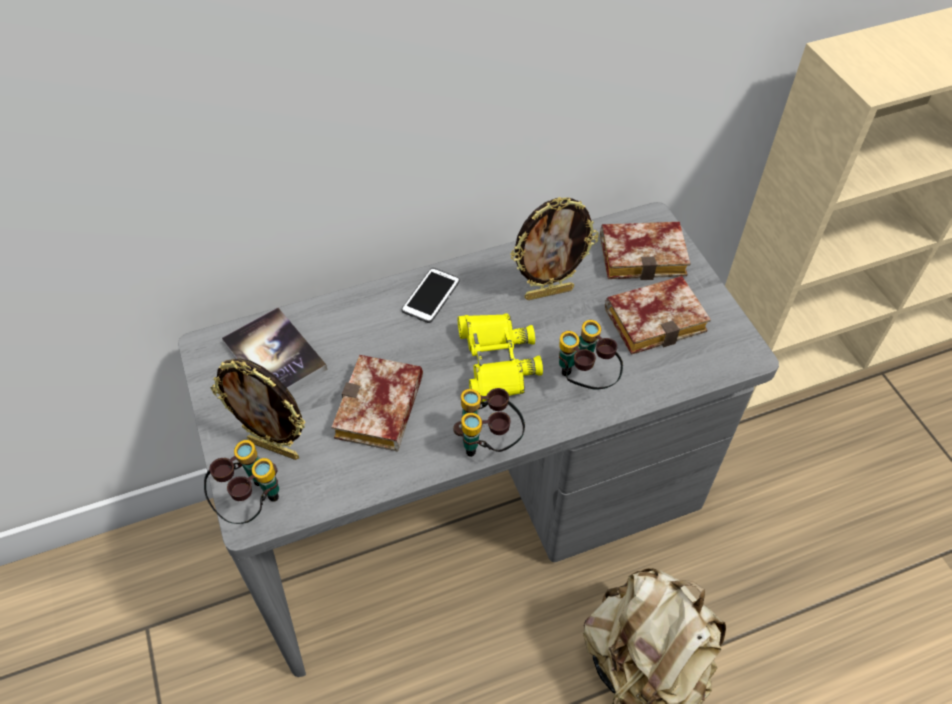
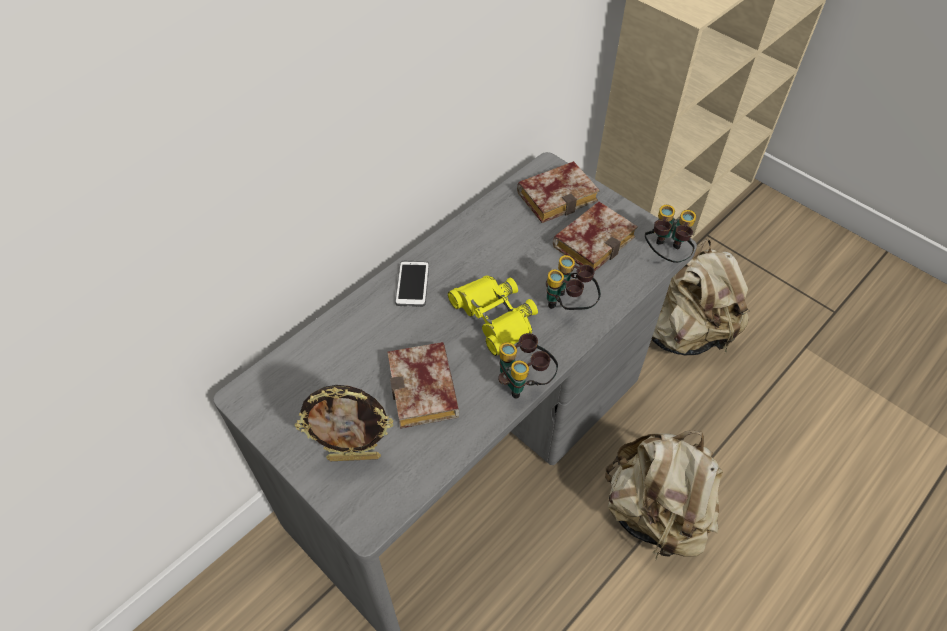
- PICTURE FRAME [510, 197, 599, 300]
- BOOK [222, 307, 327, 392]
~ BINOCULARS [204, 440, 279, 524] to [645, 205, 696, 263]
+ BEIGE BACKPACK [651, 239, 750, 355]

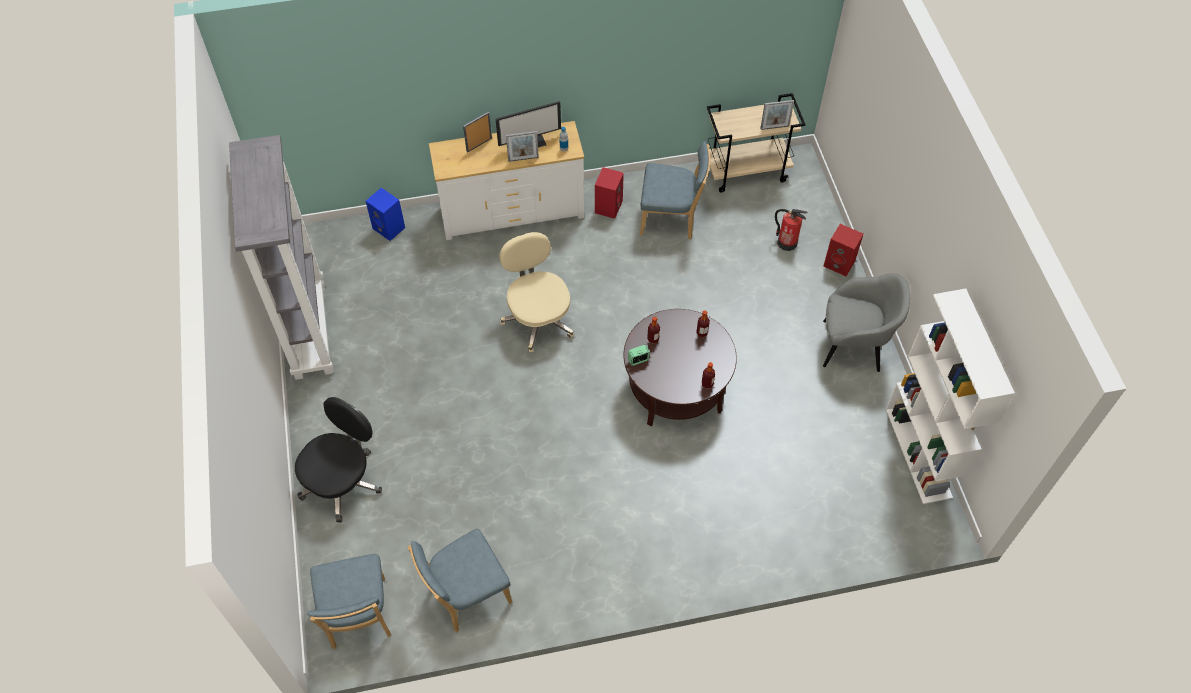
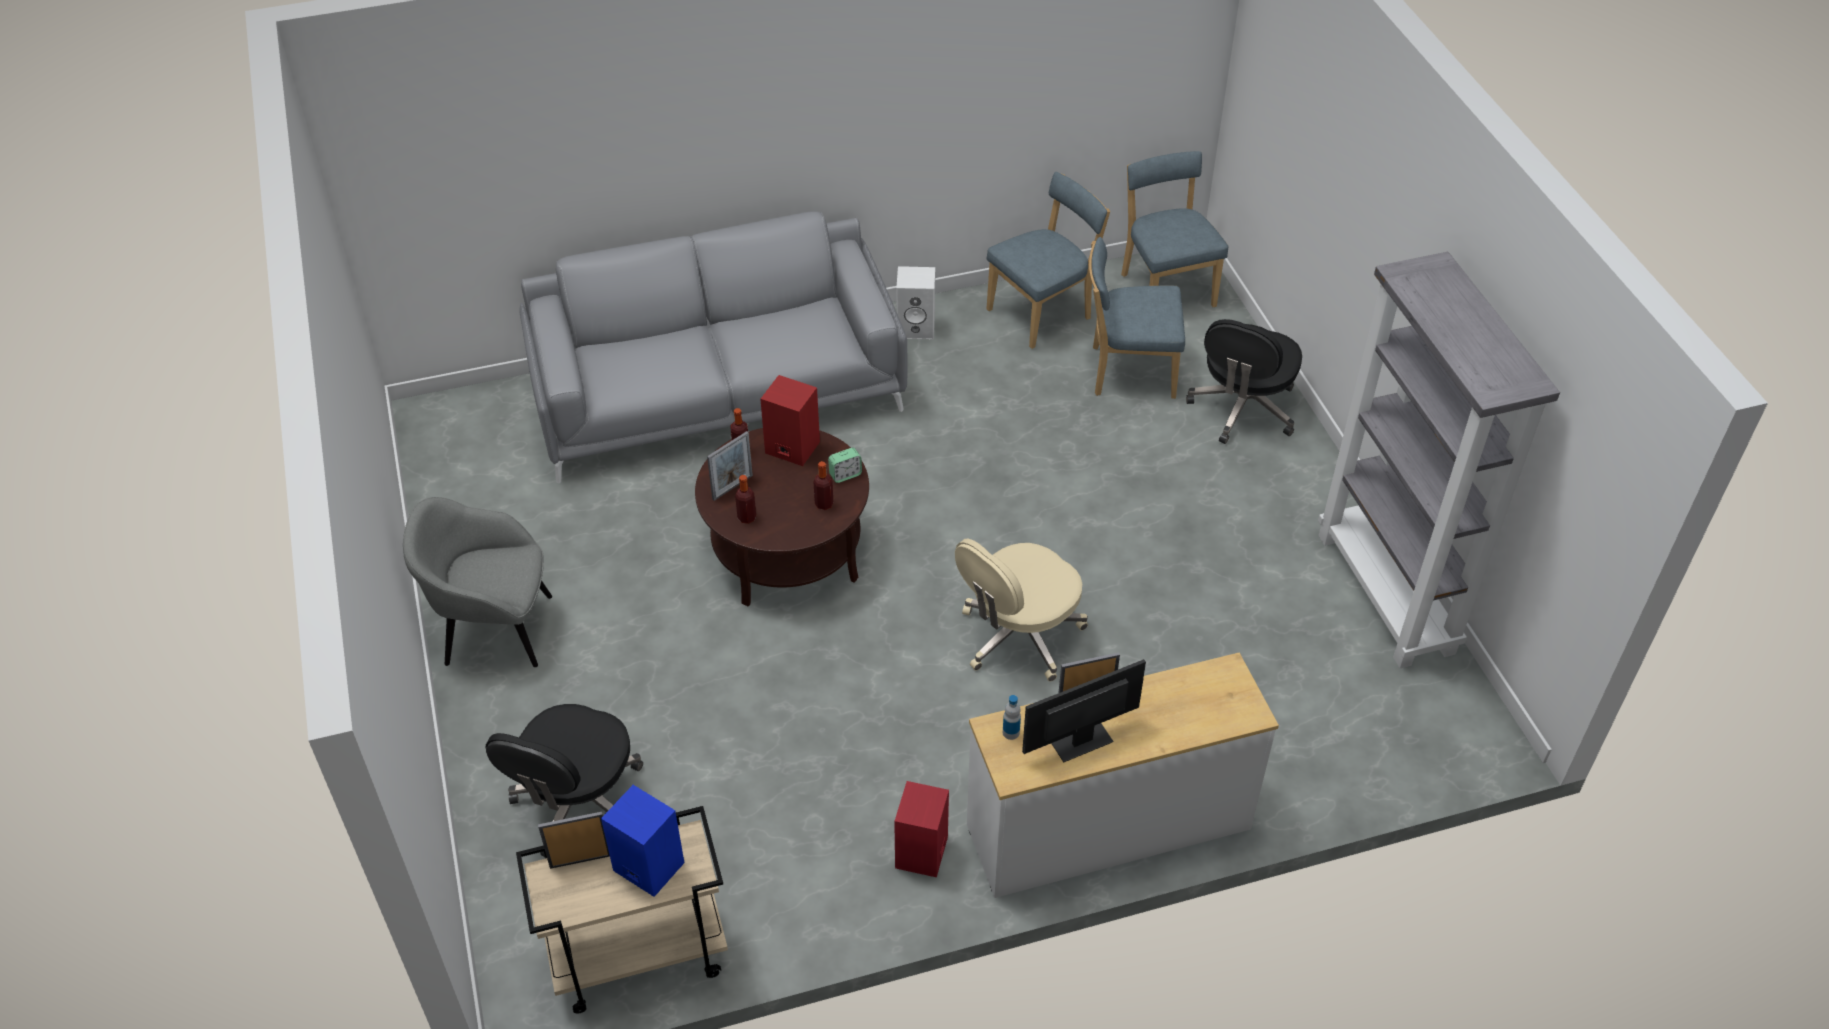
~ PICTURE FRAME [463, 112, 492, 153] to [707, 431, 753, 501]
~ BLUE CHAIR [640, 141, 710, 240] to [1089, 237, 1185, 399]
~ BLUE SPEAKER [366, 188, 405, 241] to [601, 785, 684, 897]
~ FIRE EXTINGUISHER [775, 209, 807, 251] to BLACK OFFICE CHAIR [485, 704, 643, 857]
~ RED SPEAKER [823, 224, 863, 276] to [760, 375, 820, 466]
~ BEIGE OFFICE CHAIR [500, 232, 574, 352] = [955, 538, 1088, 681] 75 degrees clockwise
- WHITE BOOKCASE [886, 289, 1015, 504]
+ GREY SOFA [520, 211, 907, 484]
+ WHITE SPEAKER [896, 266, 935, 339]

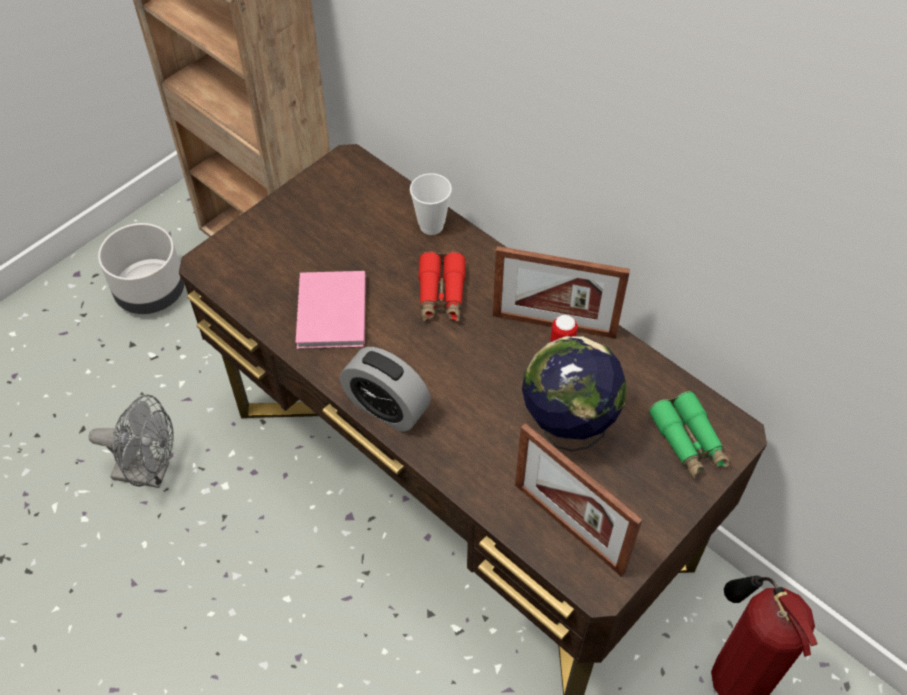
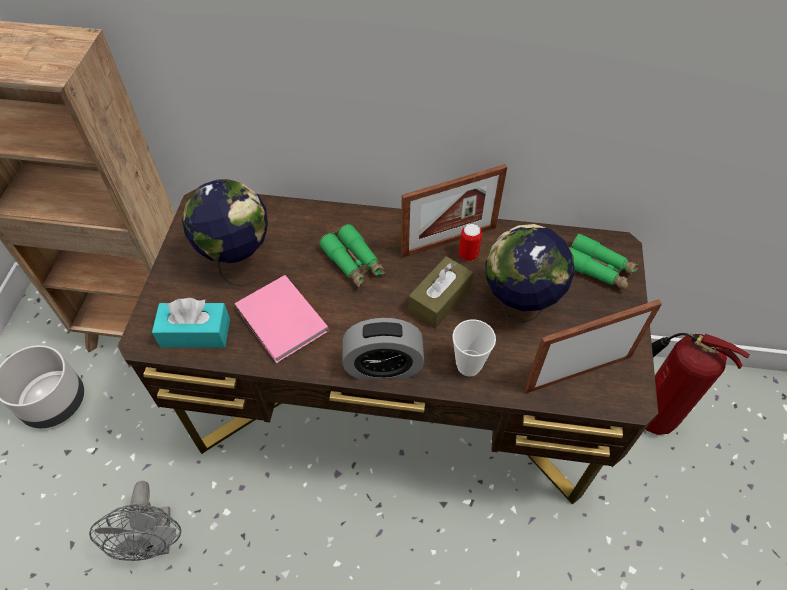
~ CUP [410, 173, 452, 235] to [452, 319, 496, 377]
~ RED BINOCULARS [418, 251, 466, 322] to GREEN BINOCULARS [319, 224, 385, 288]
~ GREY FAN [89, 395, 174, 488] = [89, 481, 181, 561] 105 degrees clockwise
~ PICTURE FRAME [515, 423, 642, 577] = [525, 299, 662, 393] 150 degrees clockwise
+ GLOBE [182, 179, 268, 287]
+ BROWN TISSUE BOX [408, 256, 473, 329]
+ TURQUOISE TISSUE BOX [152, 298, 230, 347]

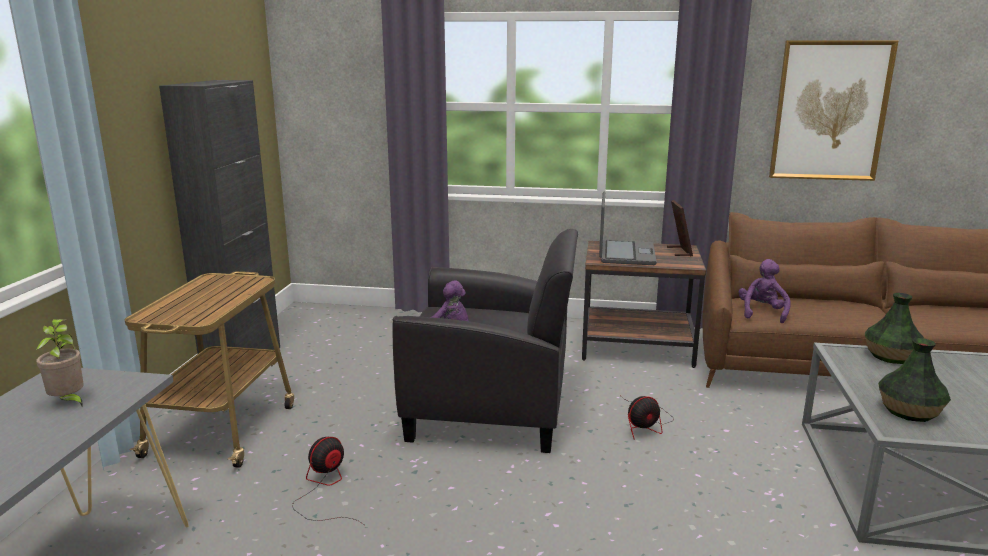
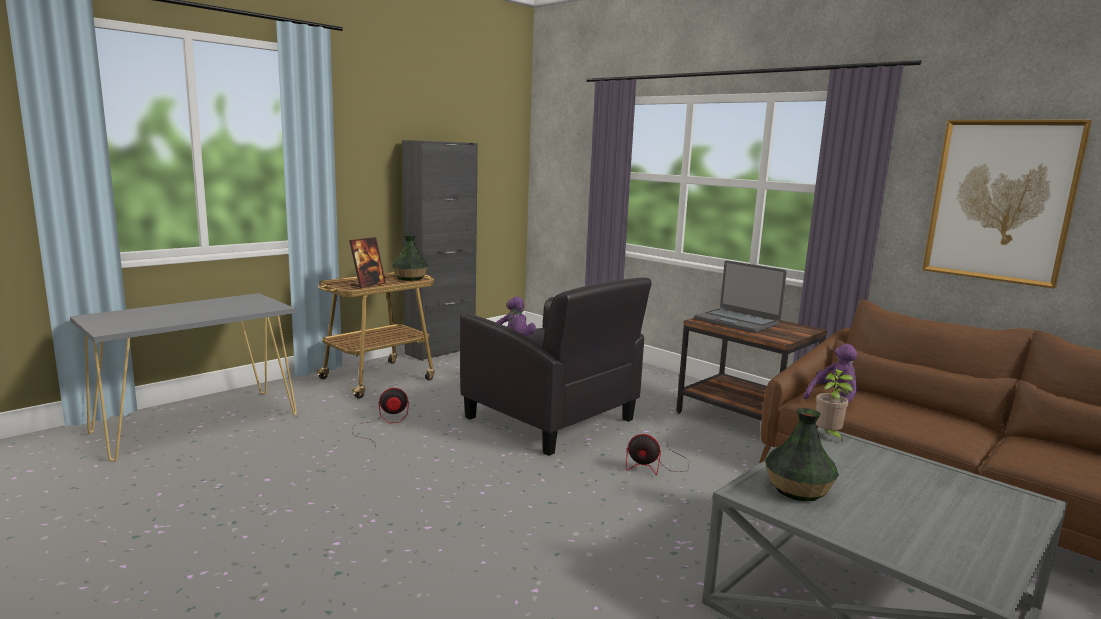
~ LAPTOP [599, 191, 657, 265] = [694, 261, 787, 333] 90 degrees clockwise
~ PICTURE FRAME [667, 200, 693, 257] to [349, 237, 386, 288]
~ VASE [865, 293, 924, 364] to [392, 235, 428, 281]
~ POTTED PLANT [36, 319, 84, 406] to [816, 369, 853, 443]

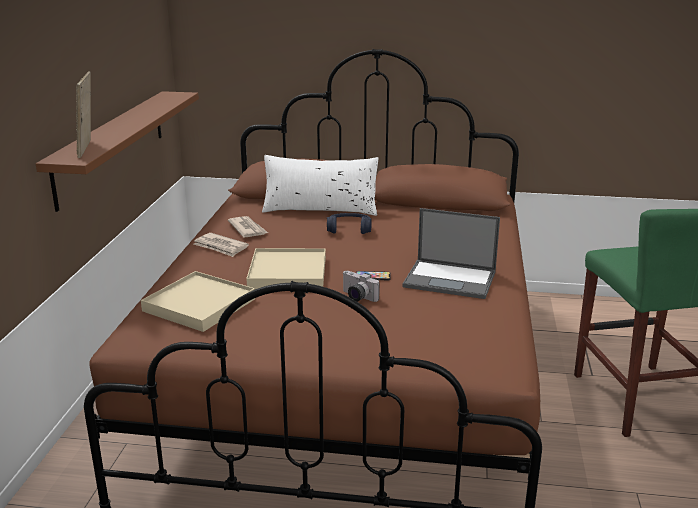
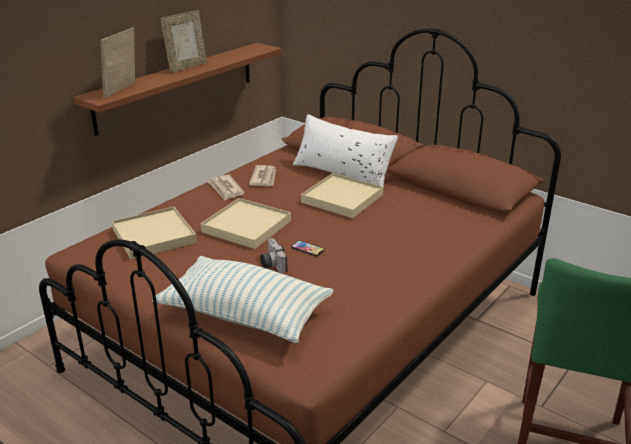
- LAPTOP [402, 208, 500, 299]
~ BLUE HEADPHONES [327, 213, 372, 234] to BEIGE TRAY [301, 173, 383, 218]
+ PICTURE FRAME [161, 10, 207, 73]
+ PILLOW [152, 256, 334, 343]

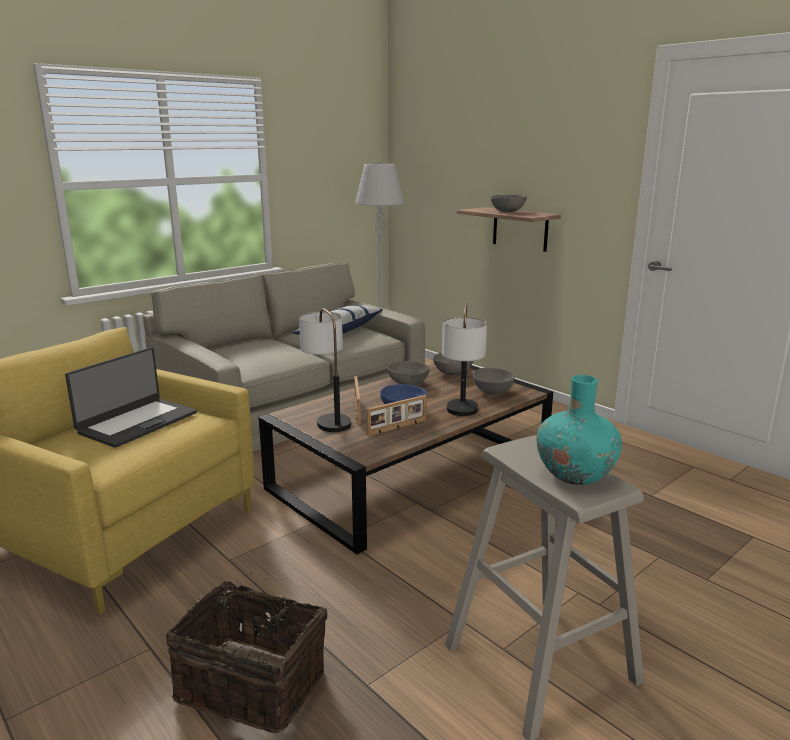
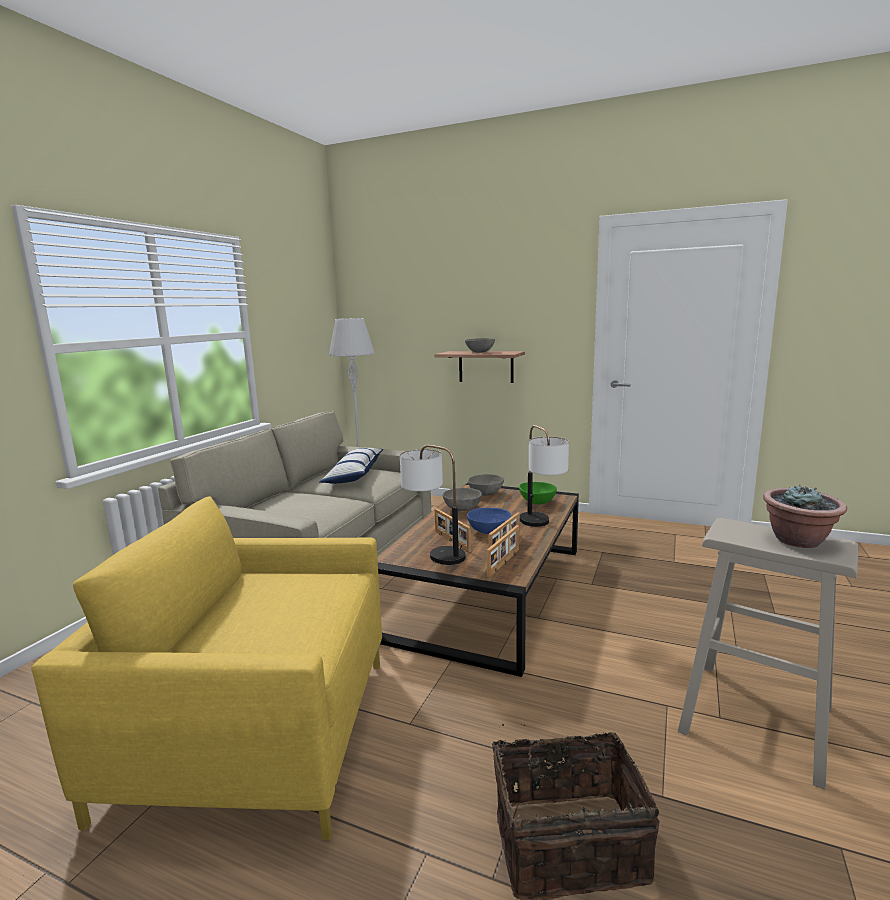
- LAPTOP [65, 347, 197, 448]
~ GREY BOWL [473, 368, 515, 394] to GREEN BOWL [519, 482, 557, 504]
~ TURQUOISE VASE [537, 375, 622, 485] to POTTED PLANT [763, 484, 847, 548]
+ PICTURE FRAME [487, 525, 519, 577]

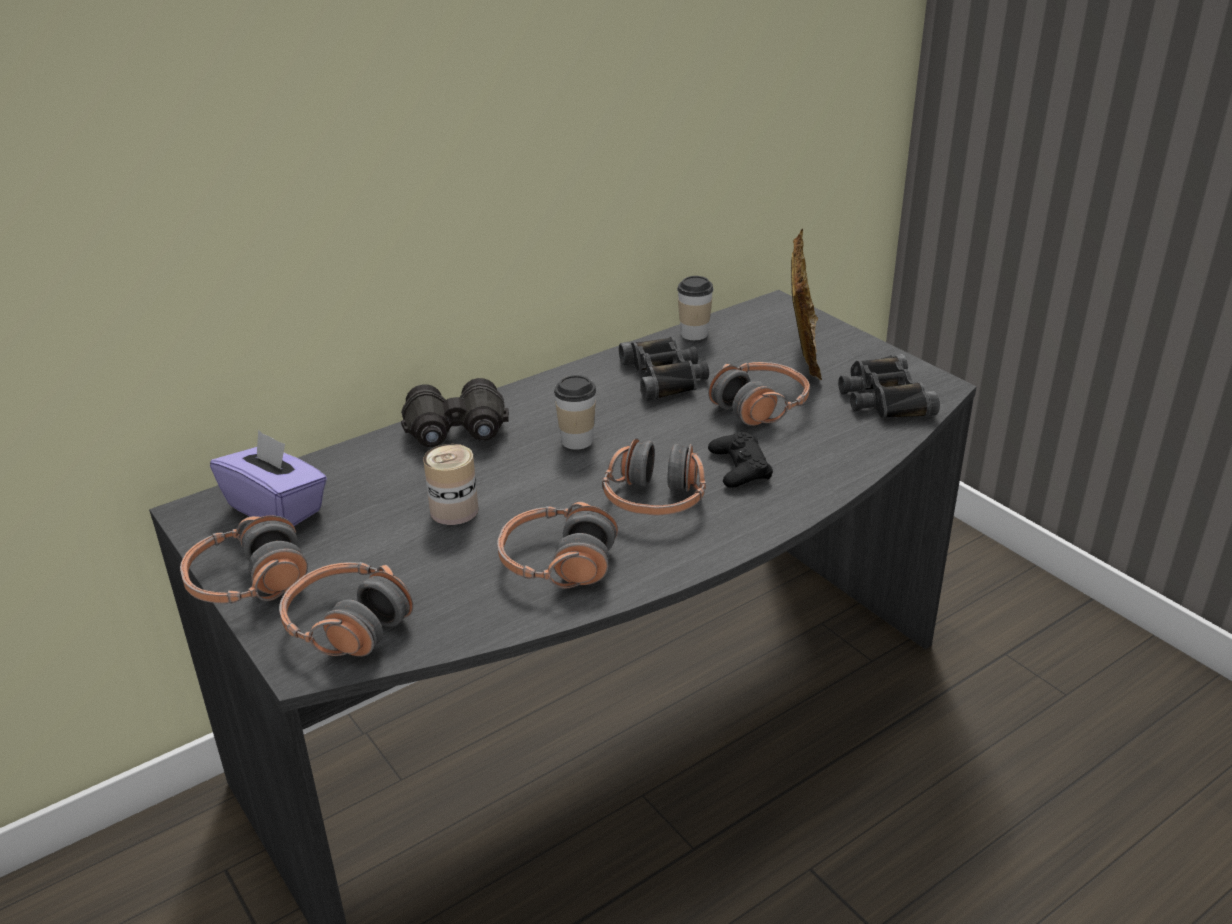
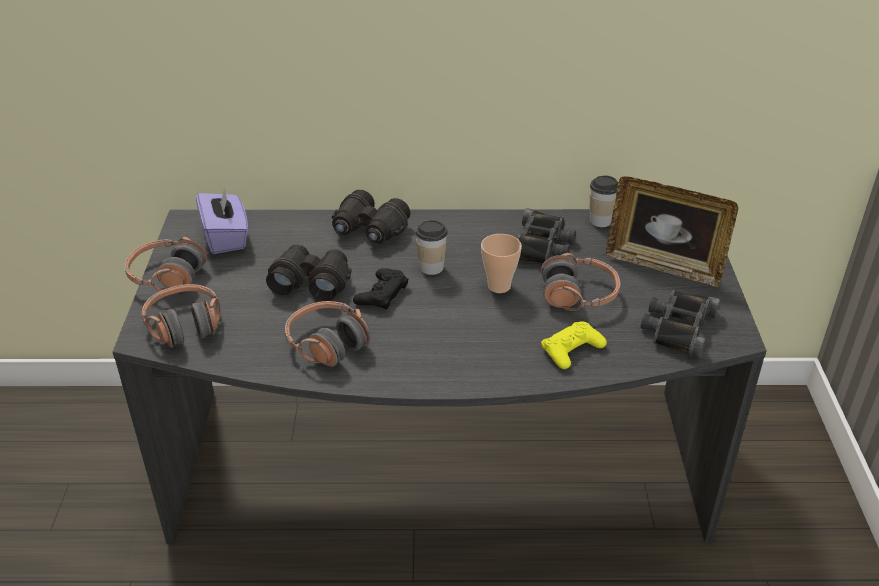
~ PICTURE FRAME [791, 229, 822, 380] = [606, 176, 738, 287] 75 degrees clockwise
~ BLACK GAME CONTROLLER [708, 432, 773, 488] to [353, 268, 409, 310]
- HEADPHONES [602, 438, 706, 515]
~ CAN [423, 444, 479, 525] to BLACK BINOCULARS [266, 245, 351, 301]
+ CUP [481, 234, 522, 293]
+ YELLOW GAME CONTROLLER [541, 322, 607, 369]

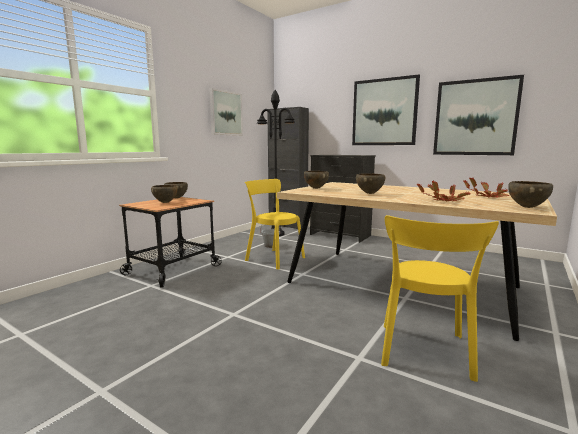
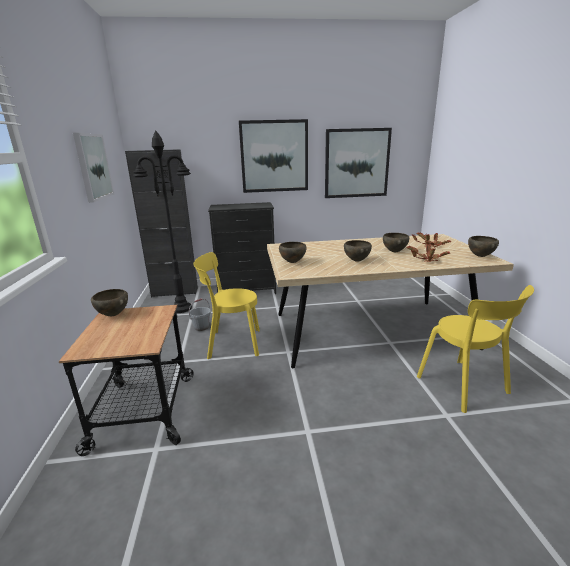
~ BROWN BOWL [151, 185, 178, 203] to [383, 233, 409, 252]

